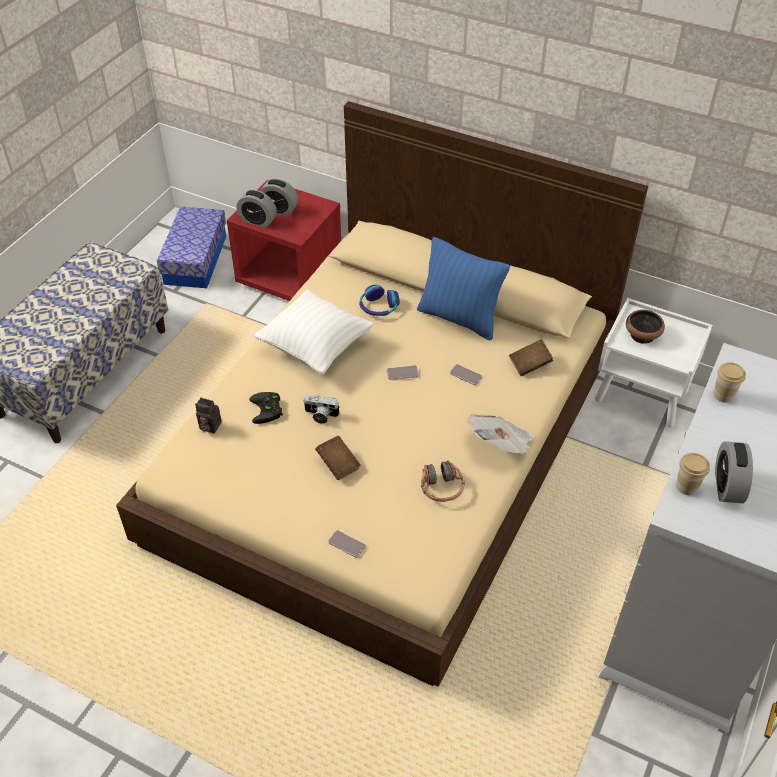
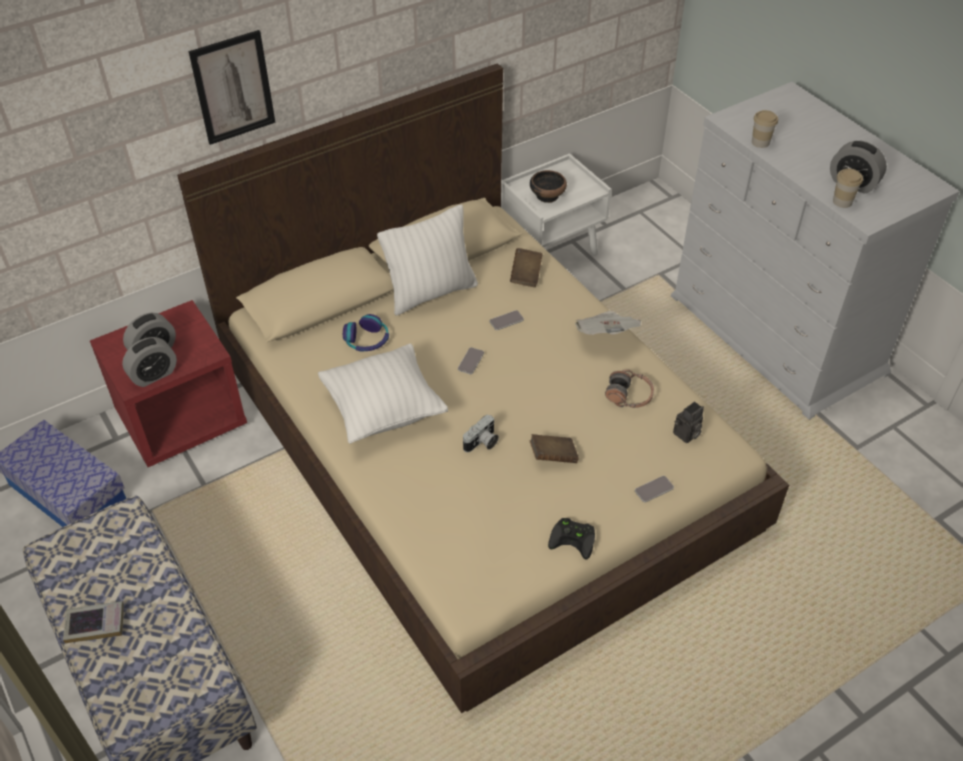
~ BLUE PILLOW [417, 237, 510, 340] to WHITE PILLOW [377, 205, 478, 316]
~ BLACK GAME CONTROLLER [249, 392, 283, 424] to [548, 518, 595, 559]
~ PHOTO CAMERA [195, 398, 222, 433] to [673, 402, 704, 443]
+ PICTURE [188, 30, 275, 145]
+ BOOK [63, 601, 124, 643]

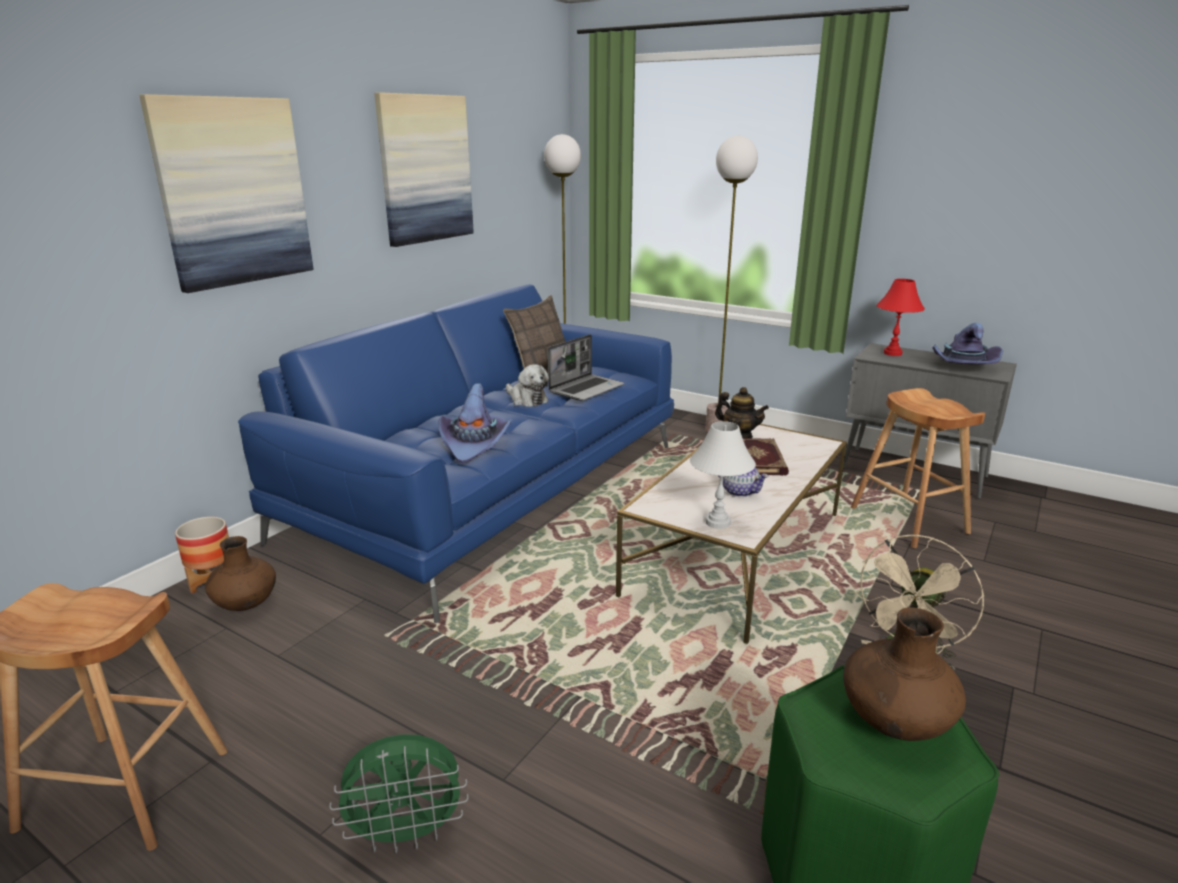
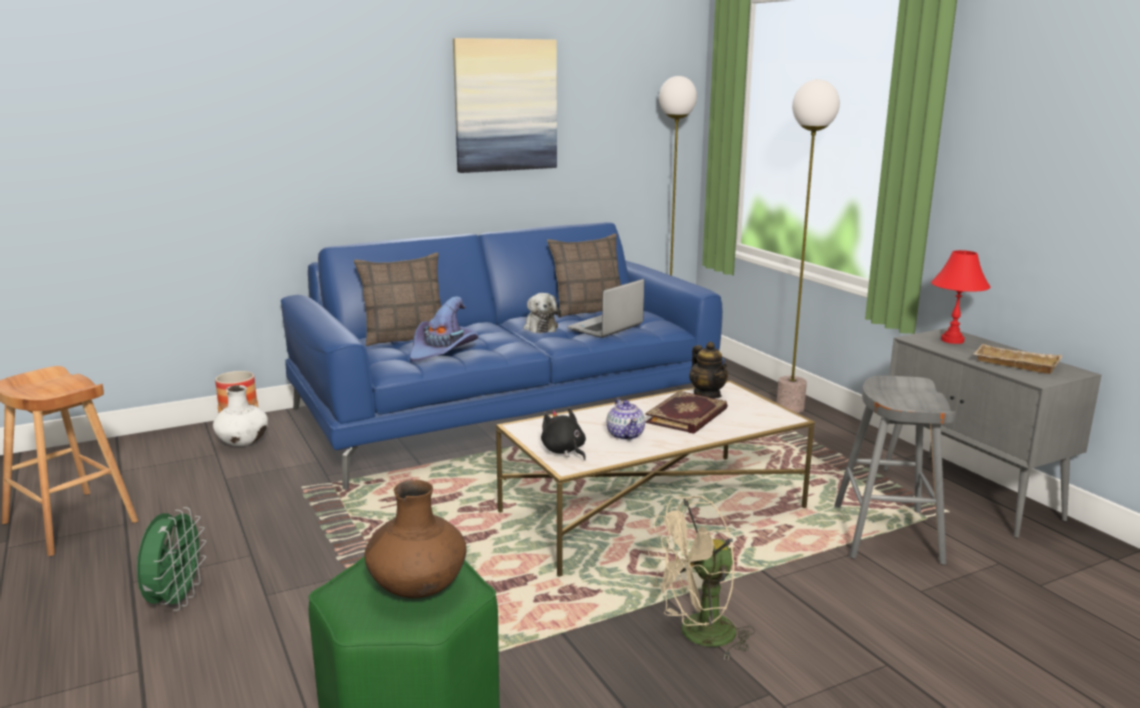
- PICTURE [139, 94, 313, 293]
~ PURPLE HAT [932, 323, 1003, 364] to BEIGE TRAY [974, 344, 1062, 374]
~ LAPTOP [548, 334, 624, 401] = [567, 279, 644, 338] 150 degrees clockwise
~ BROWN STOOL [851, 388, 985, 548] to GREY STOOL [834, 376, 956, 565]
~ WHITE TABLE LAMP [690, 421, 756, 529] to BLACK PLUSH TOY [541, 408, 586, 460]
~ BROWN VASE [205, 536, 276, 611] to WHITE VASE [213, 385, 268, 446]
~ GREEN FAN [329, 734, 469, 853] = [137, 507, 206, 611] 105 degrees counterclockwise
+ PILLOW [354, 252, 441, 346]

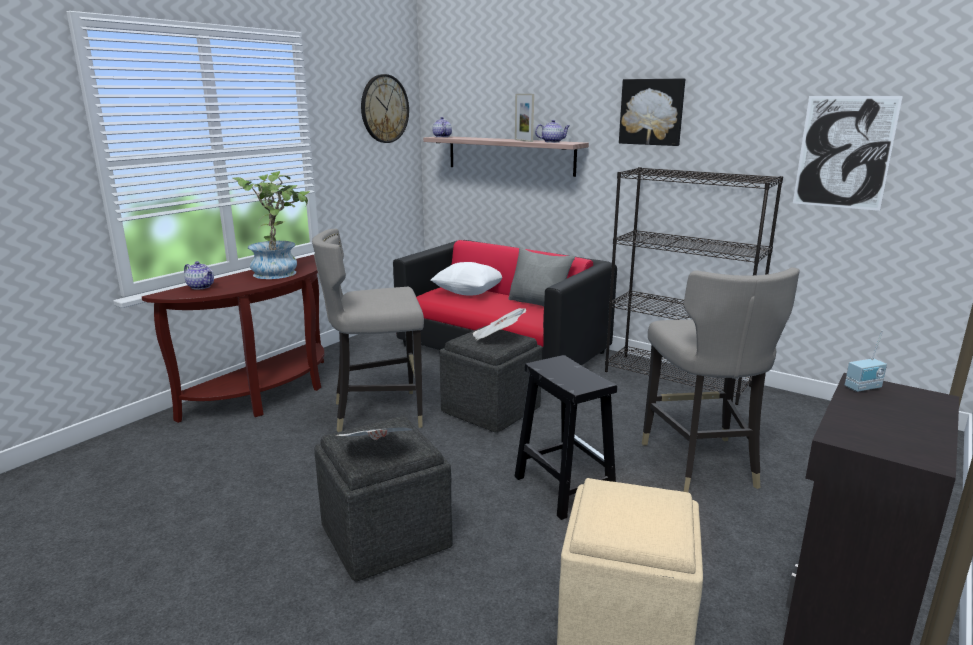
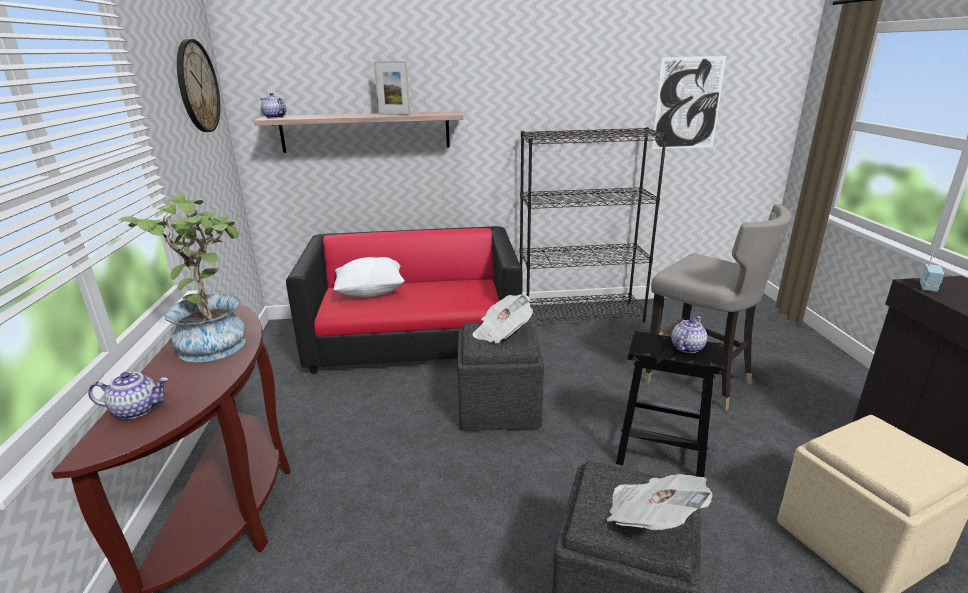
- PICTURE [619, 78, 685, 146]
~ TEAPOT [535, 120, 570, 143] to [672, 316, 707, 353]
- GREY STOOL [312, 229, 424, 432]
- GREY PILLOW [508, 247, 575, 306]

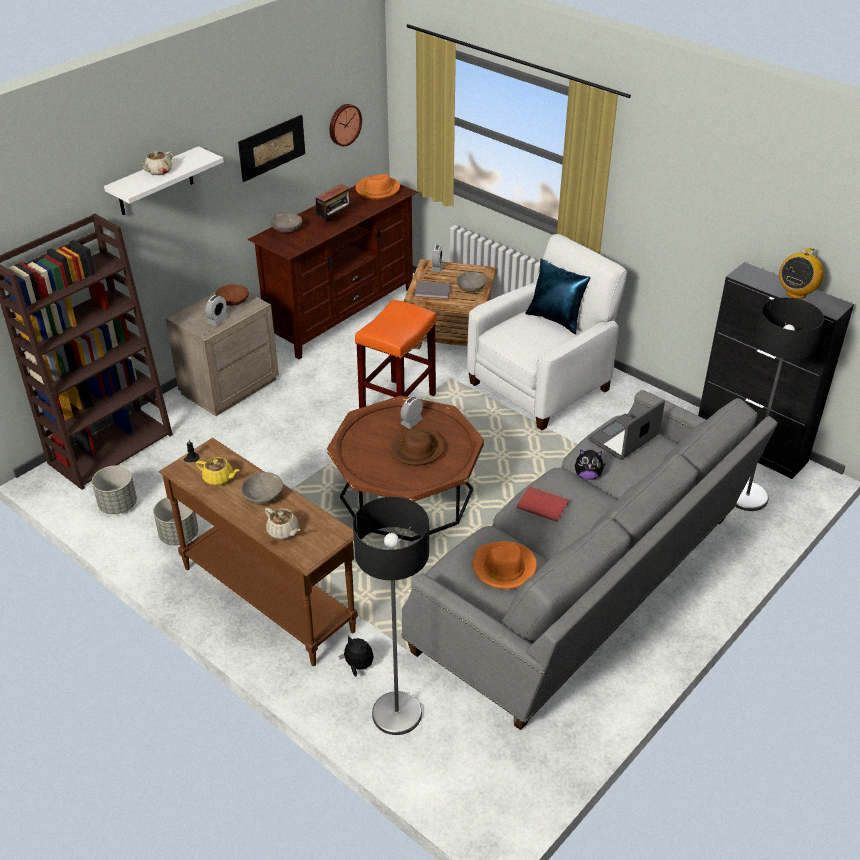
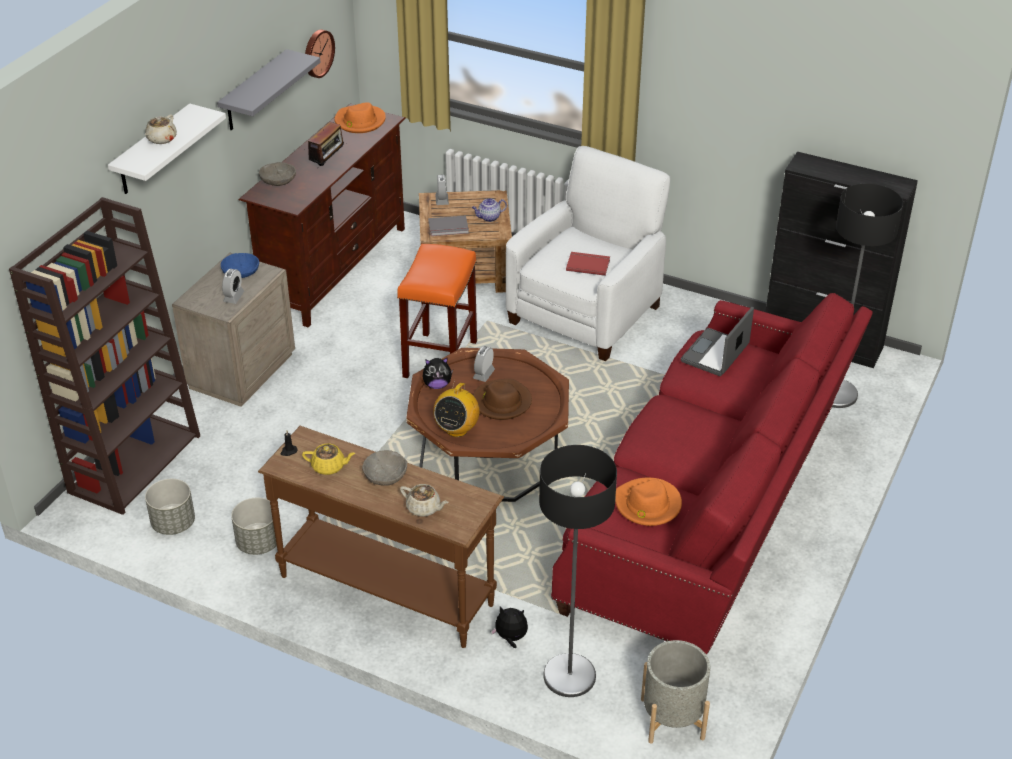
~ PICTURE [238, 115, 305, 182] to GREY SHELF [217, 49, 320, 130]
~ RADIO [779, 246, 824, 299] to [433, 380, 480, 437]
- BLUE PILLOW [525, 259, 590, 334]
~ GREY BOWL [456, 272, 487, 292] to TEAPOT [472, 198, 507, 222]
~ BROWN BOWL [215, 284, 249, 306] to BLUE BOWL [221, 253, 259, 278]
~ GREY SOFA [401, 390, 778, 730] to RED SOFA [551, 293, 873, 654]
~ PLUSH TOY [575, 450, 606, 480] to [422, 358, 453, 389]
~ RED BOOK [517, 486, 569, 522] to [566, 252, 610, 276]
+ GREY PLANTER [641, 640, 710, 744]

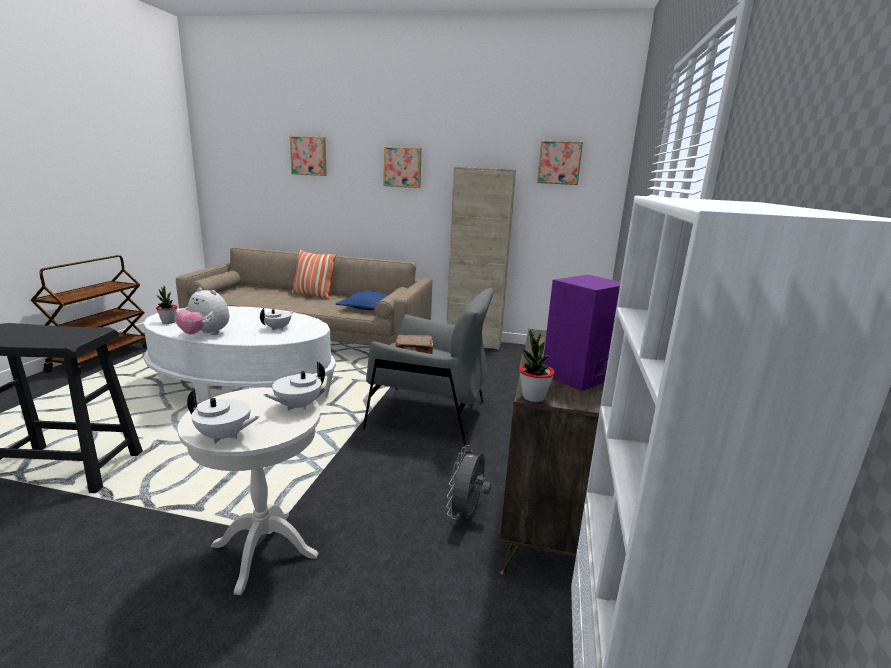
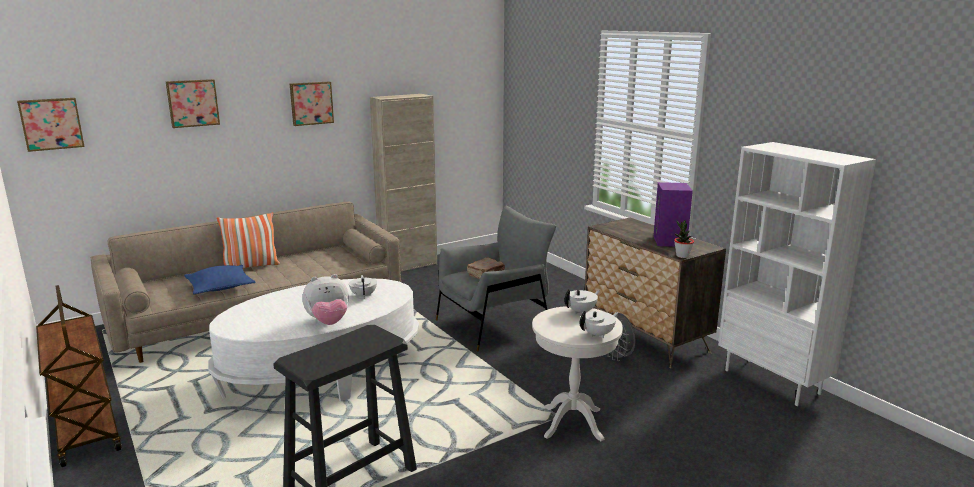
~ PICTURE [537, 140, 583, 185] to [17, 98, 85, 152]
- POTTED PLANT [156, 286, 177, 324]
~ BLUE PILLOW [336, 291, 388, 310] to [184, 265, 256, 295]
~ WHITE TEAPOT [263, 362, 325, 411] = [564, 289, 599, 314] 120 degrees counterclockwise

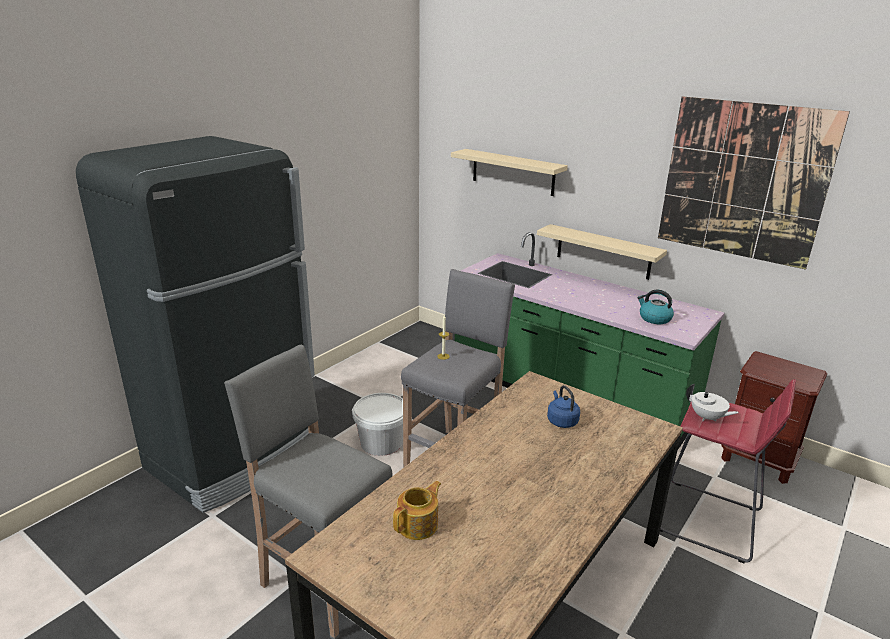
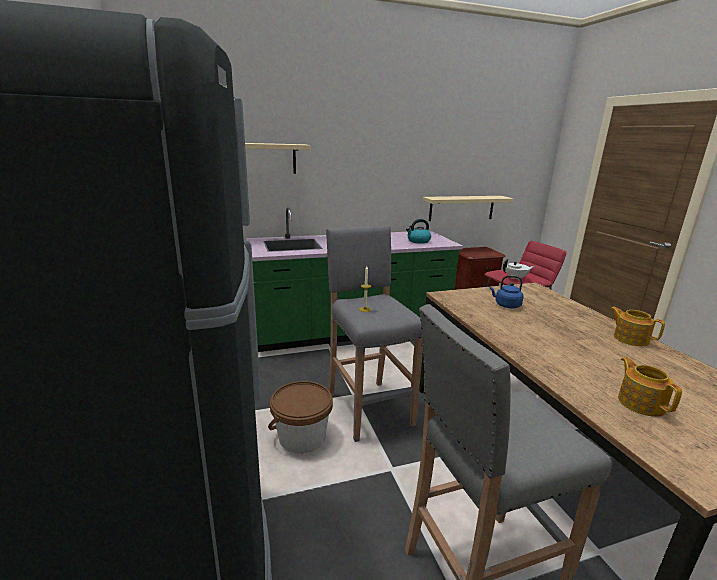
- PICTURE [658, 96, 850, 270]
~ BEIGE SHELF [537, 224, 667, 280] to [422, 196, 514, 221]
~ WHITE BUCKET [352, 393, 403, 456] to BROWN BUCKET [268, 381, 333, 454]
+ TEAPOT [610, 307, 665, 346]

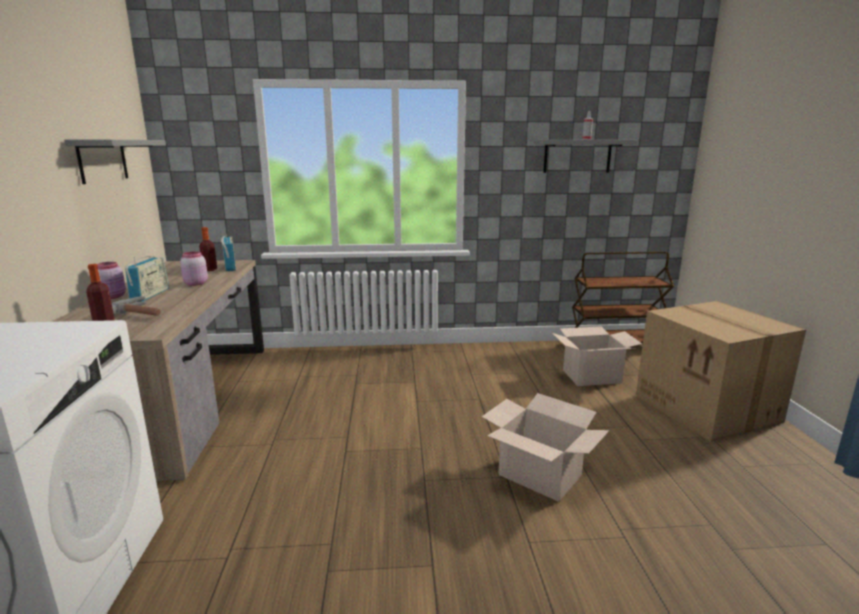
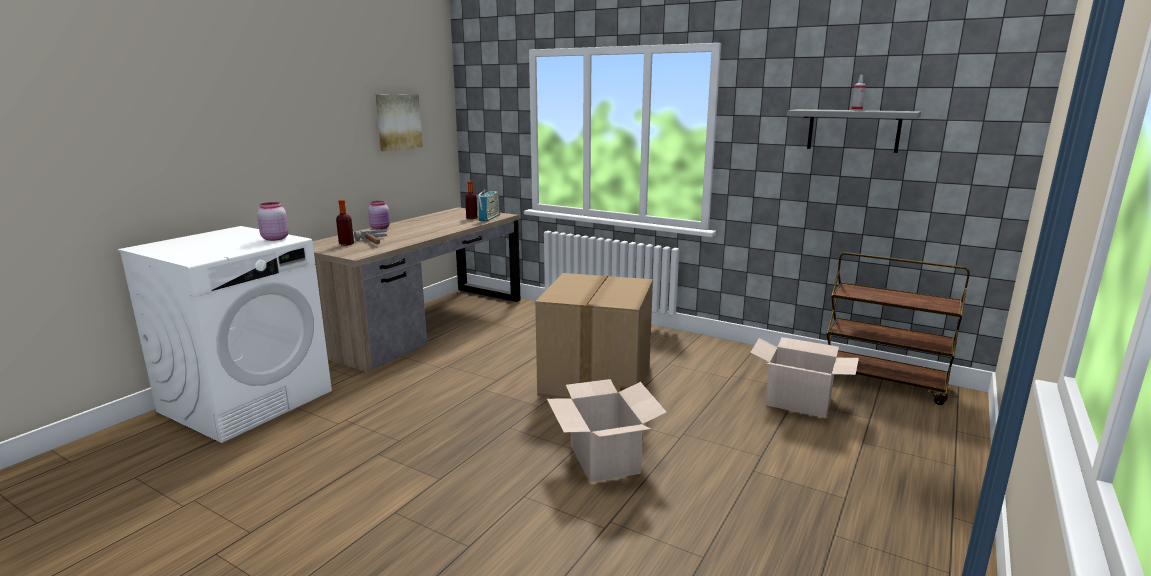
~ GREY SHELF [64, 140, 166, 184] to PICTURE [376, 94, 423, 151]
~ PINK JAR [180, 251, 208, 286] to [257, 202, 289, 241]
- RADIO [125, 257, 169, 302]
~ CARDBOARD BOX [636, 301, 806, 442] to [535, 273, 653, 399]

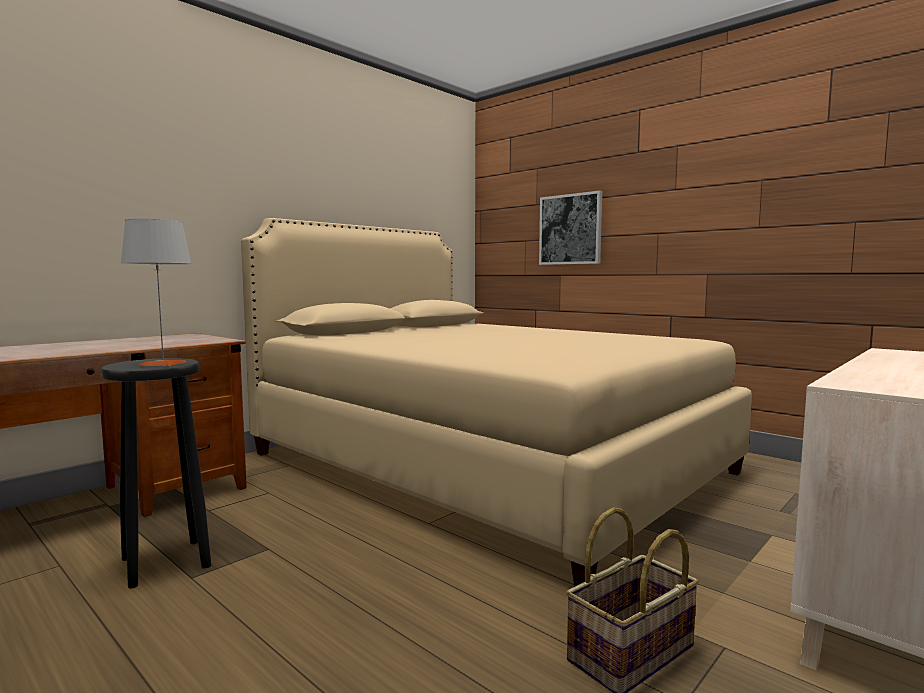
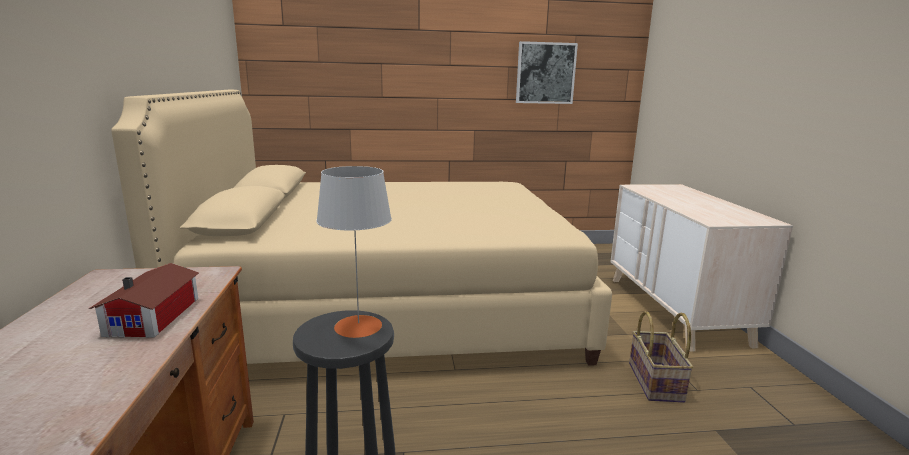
~ PICTURE [539, 191, 602, 265] to [516, 41, 578, 104]
+ TOY HOUSE [89, 263, 199, 338]

